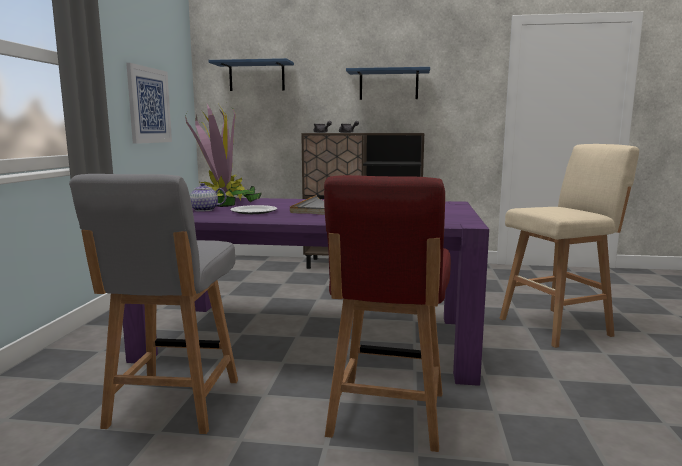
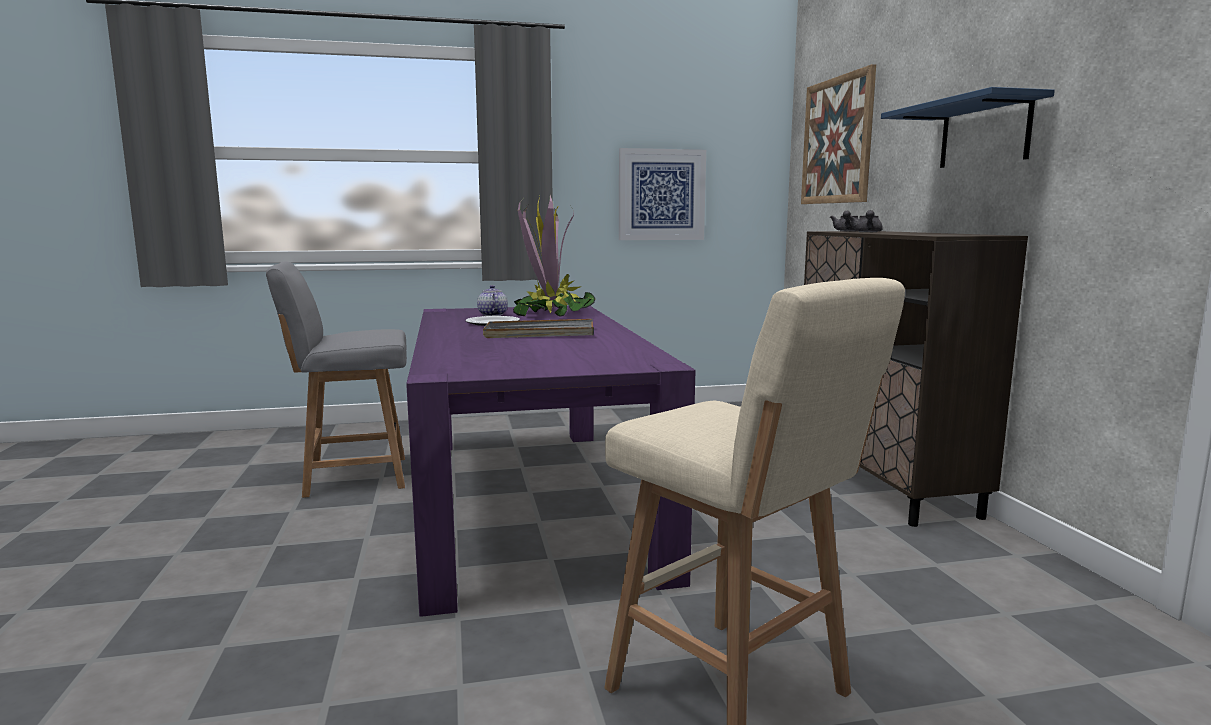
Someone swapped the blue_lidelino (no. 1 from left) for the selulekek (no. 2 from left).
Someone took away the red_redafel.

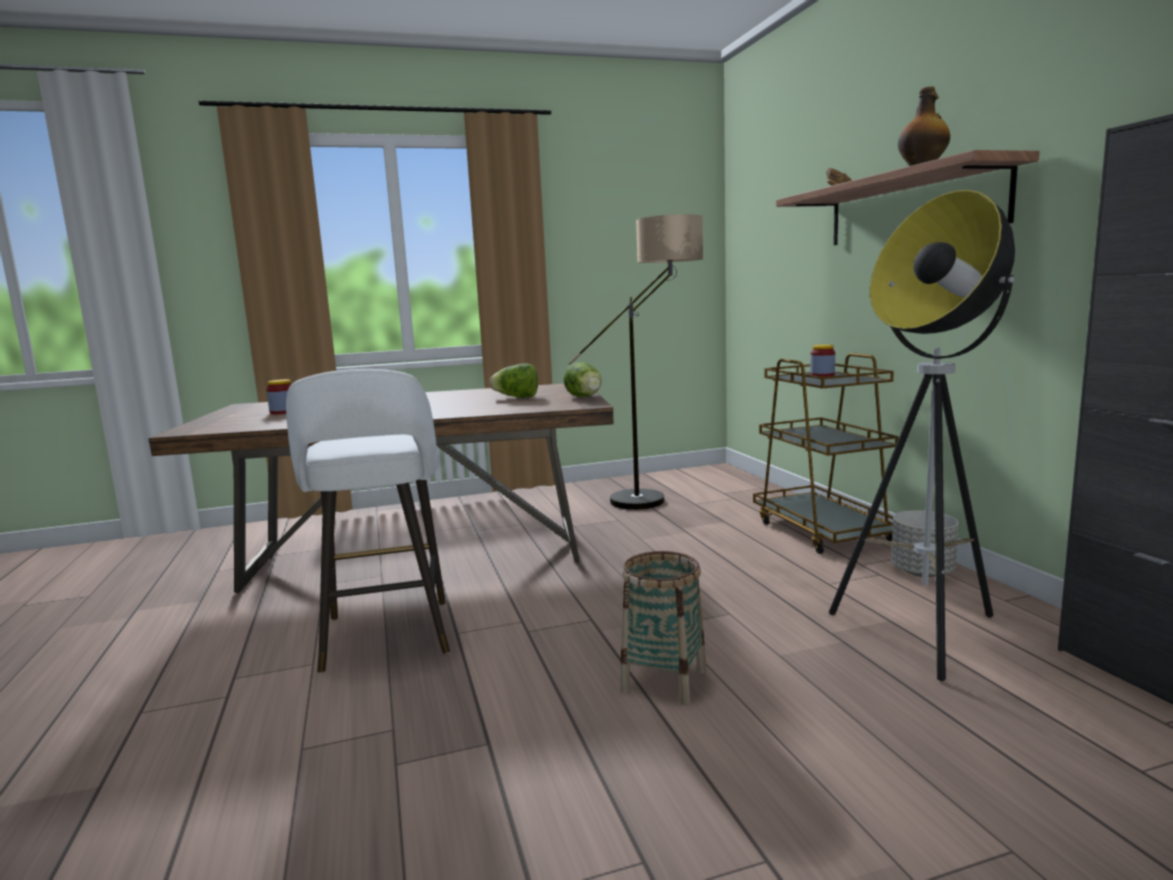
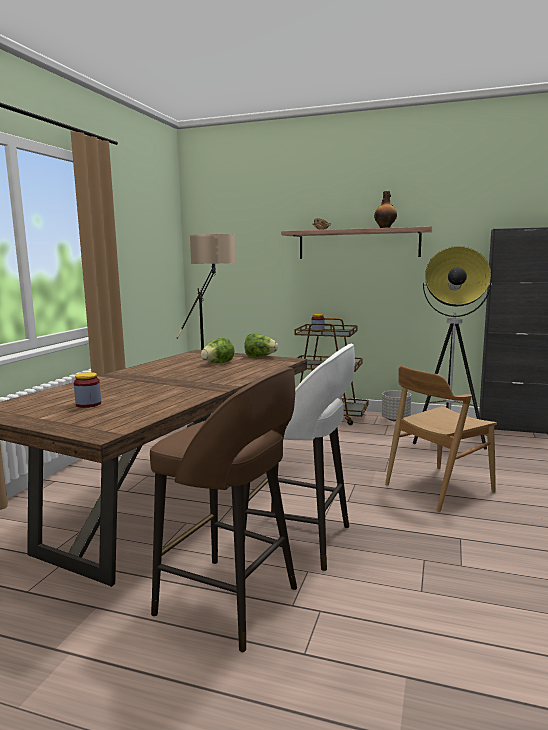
Someone swapped the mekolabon for the brown_redafel.
Someone put down the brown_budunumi.

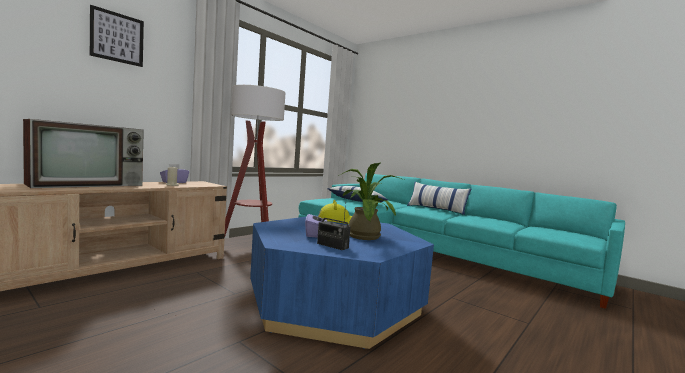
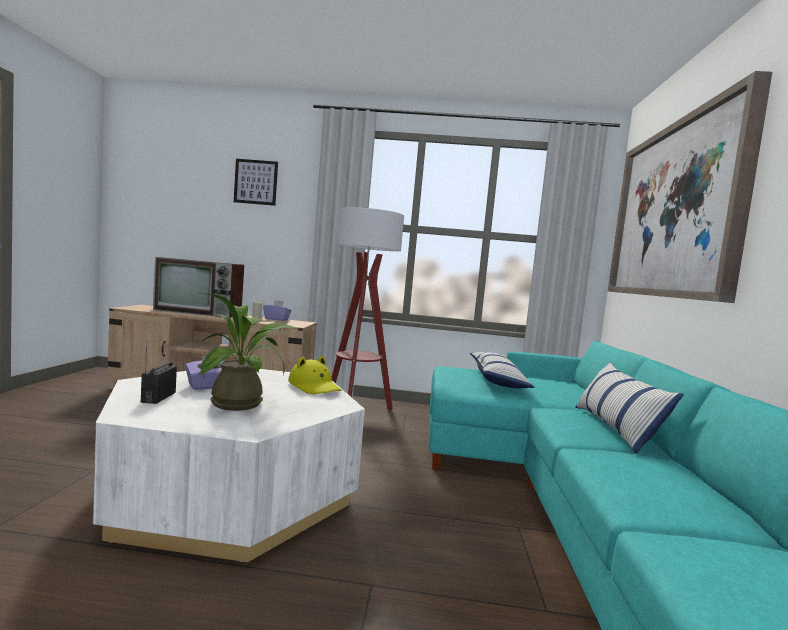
Someone repainted the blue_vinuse, which became the white_vinuse.
Someone put up the selulekek (no. 2 from left).

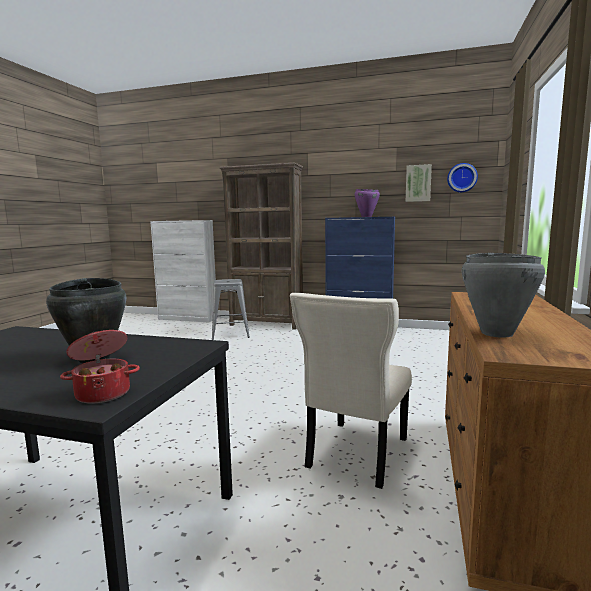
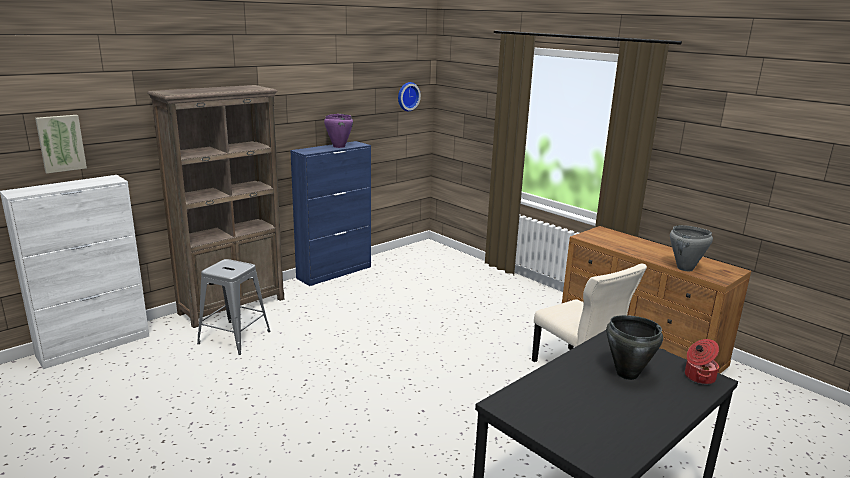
Someone carried the selulekek.

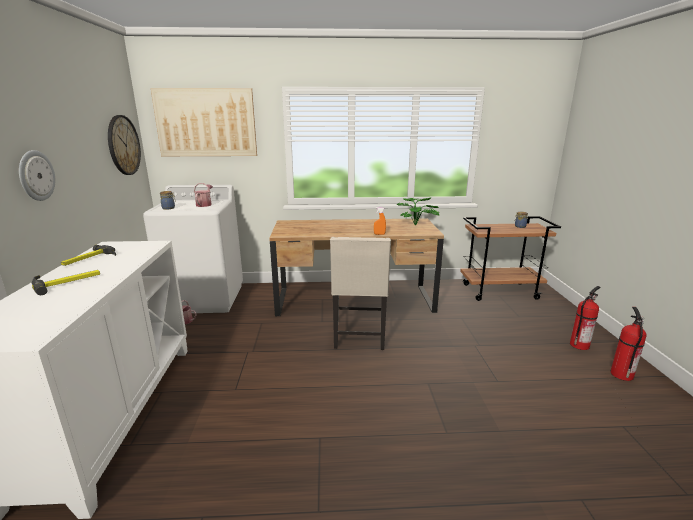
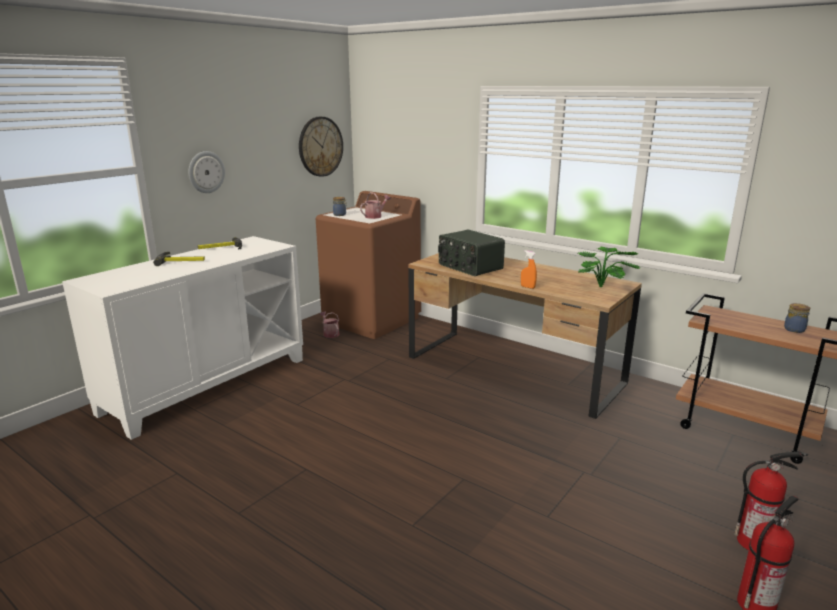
Someone took away the selulekek.
Someone repainted the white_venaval, which became the brown_venaval.
Someone took away the beige_redafel.
Someone put down the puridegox.

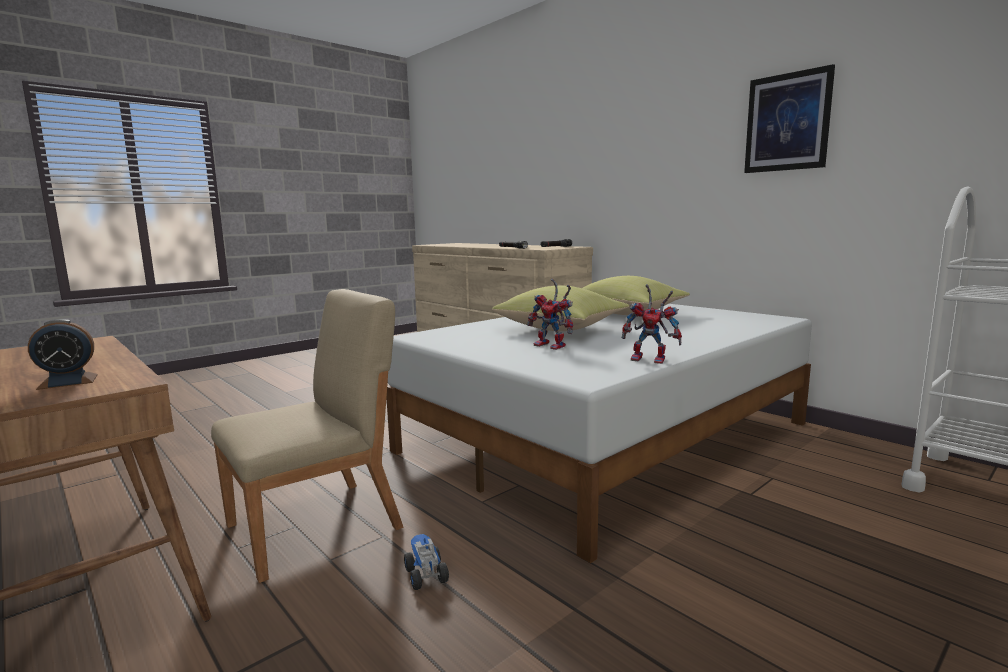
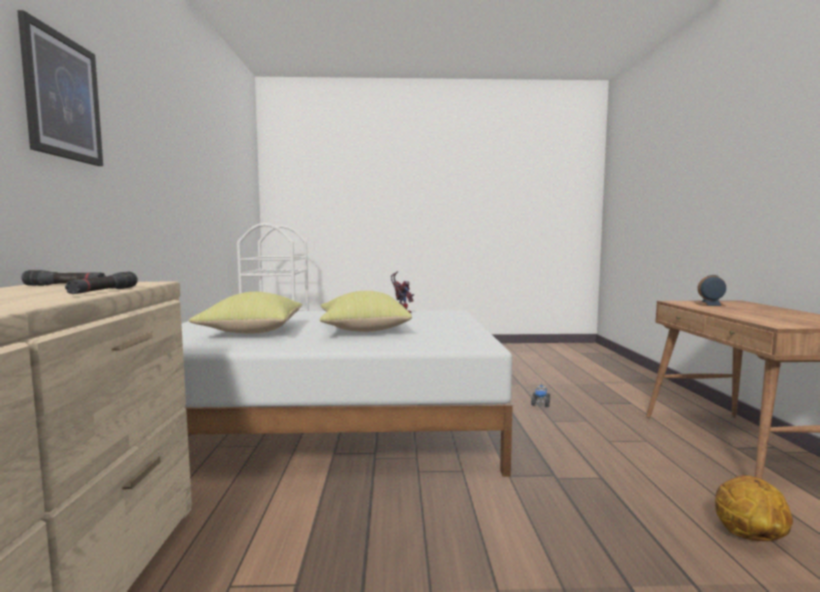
Someone carried the selulekek.
Someone took away the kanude (no. 1 from left).
Someone took away the beige_redafel.
Someone put down the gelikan.

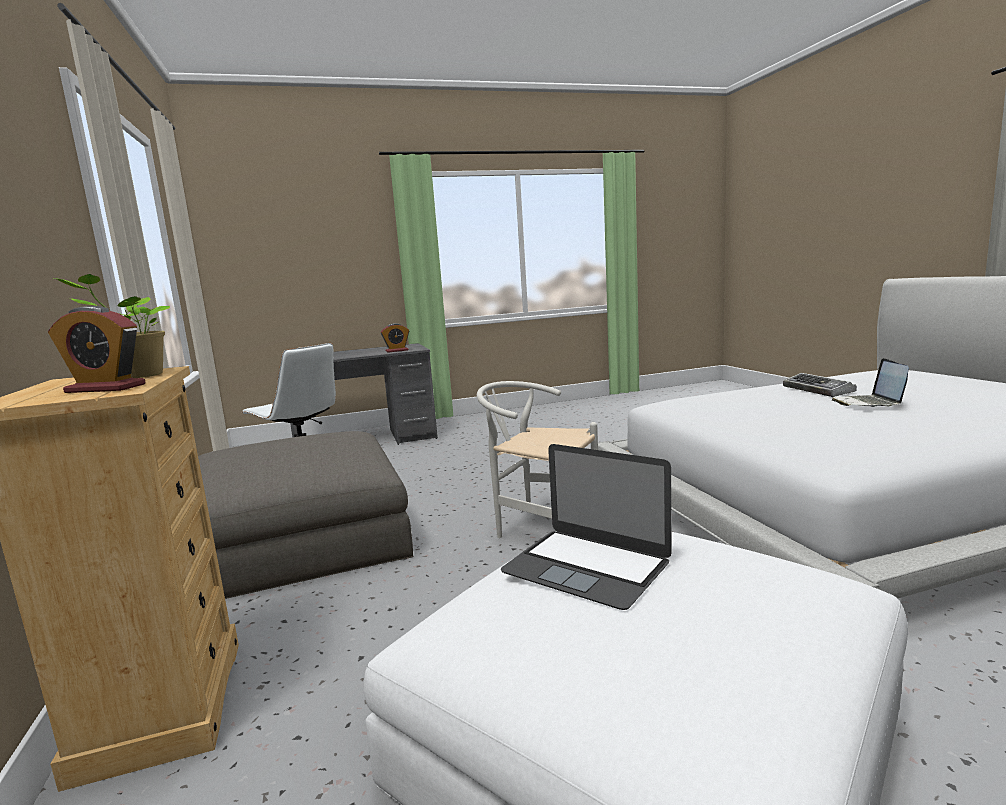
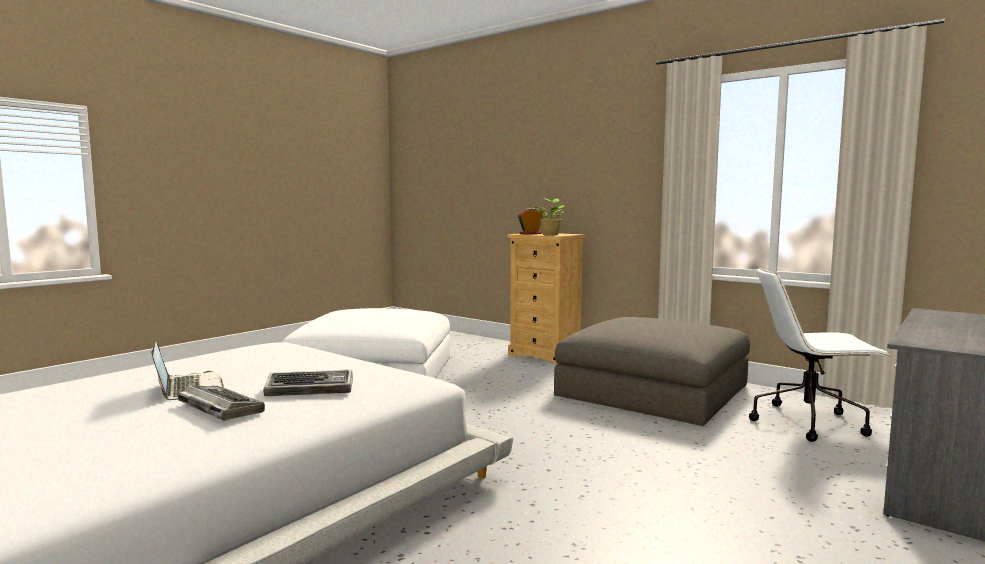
Someone took away the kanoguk (no. 2 from left).
Someone took away the white_redafel.
Someone took away the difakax (no. 1 from left).
Someone put down the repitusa (no. 2 from left).

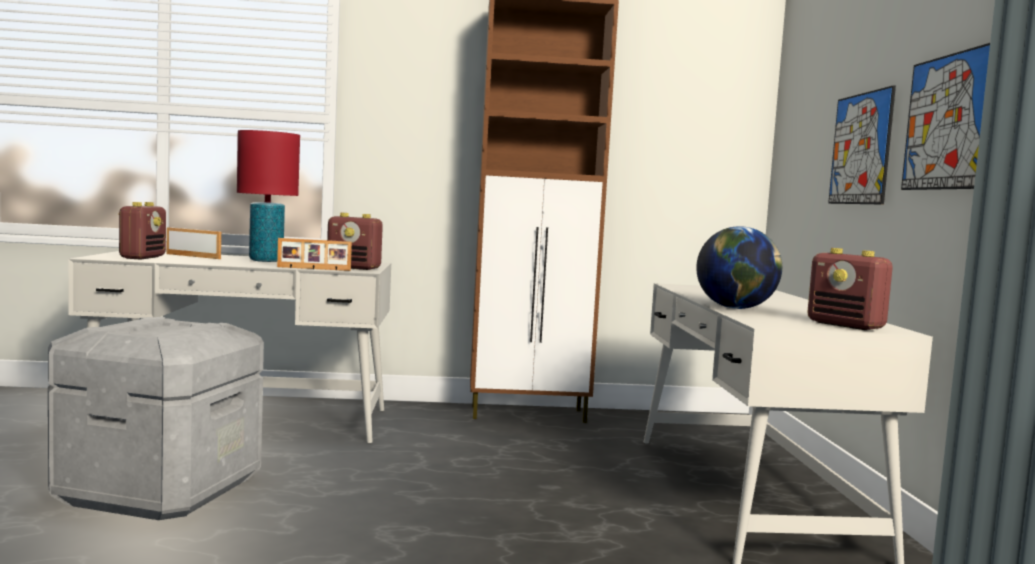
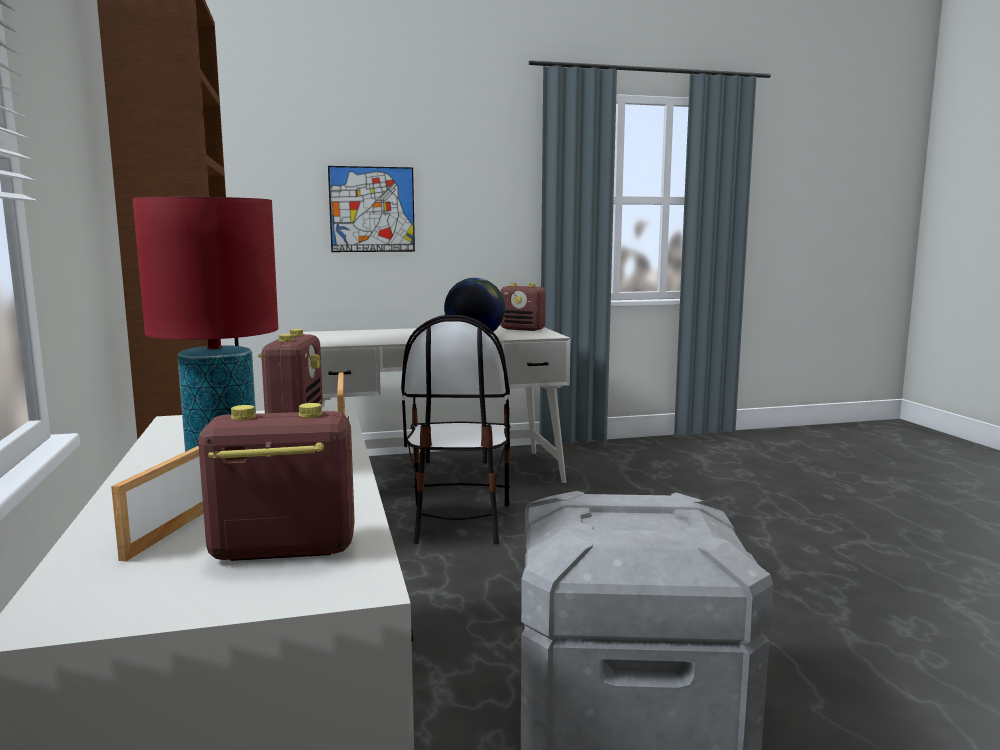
Someone took away the selulekek (no. 2 from left).
Someone rotated the puridegox (no. 3 from left) by 75 degrees clockwise.
Someone put down the redafel.

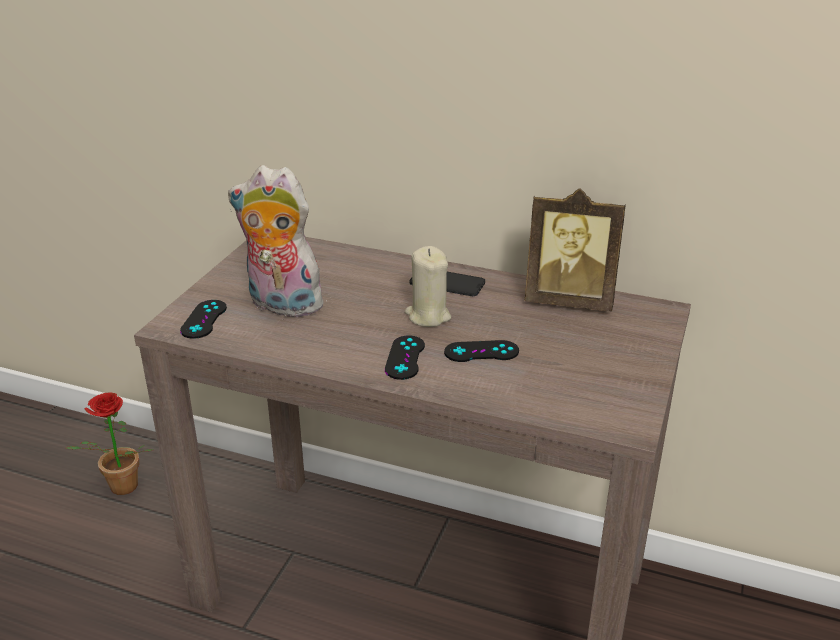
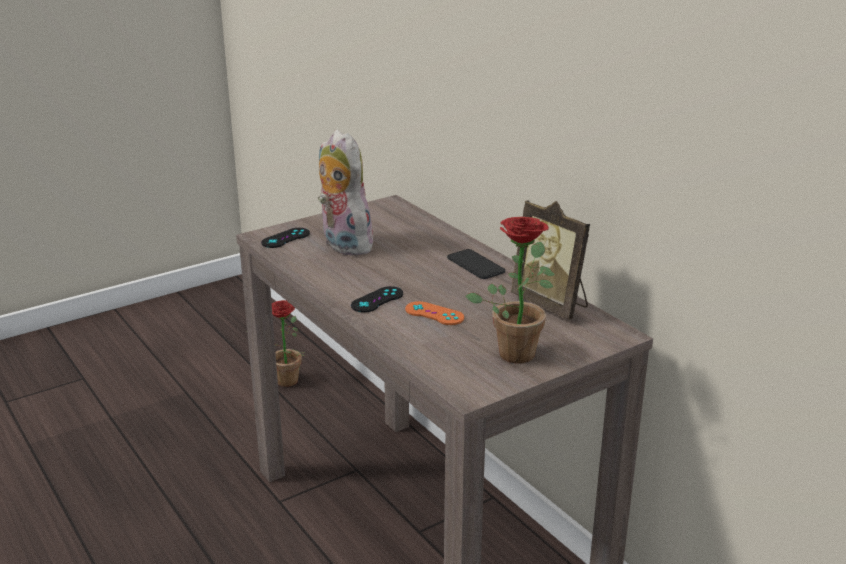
Someone took away the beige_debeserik.
Someone repainted the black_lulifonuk (no. 3 from left), which became the orange_lulifonuk.
Someone put down the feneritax (no. 2 from left).

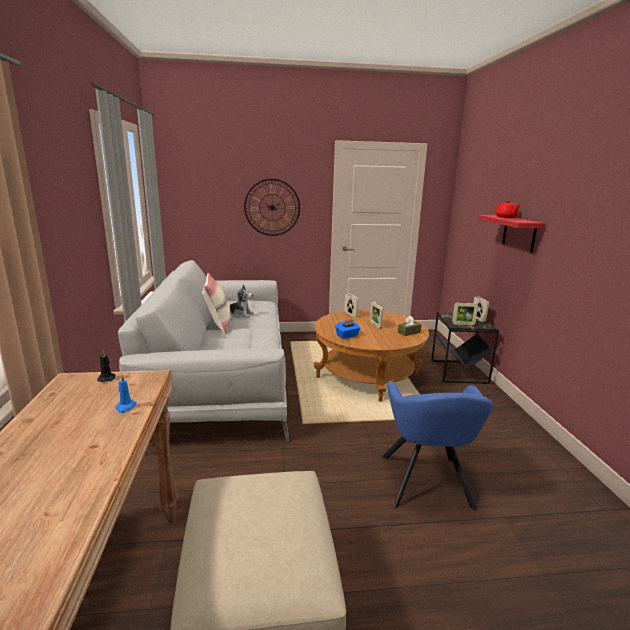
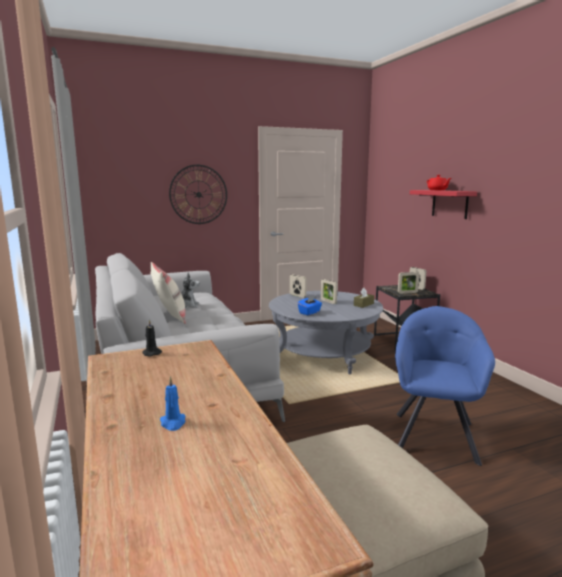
Someone repainted the brown_vinuse, which became the grey_vinuse.
Someone carried the blue_debeserik.
Someone rotated the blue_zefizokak by 150 degrees counterclockwise.

